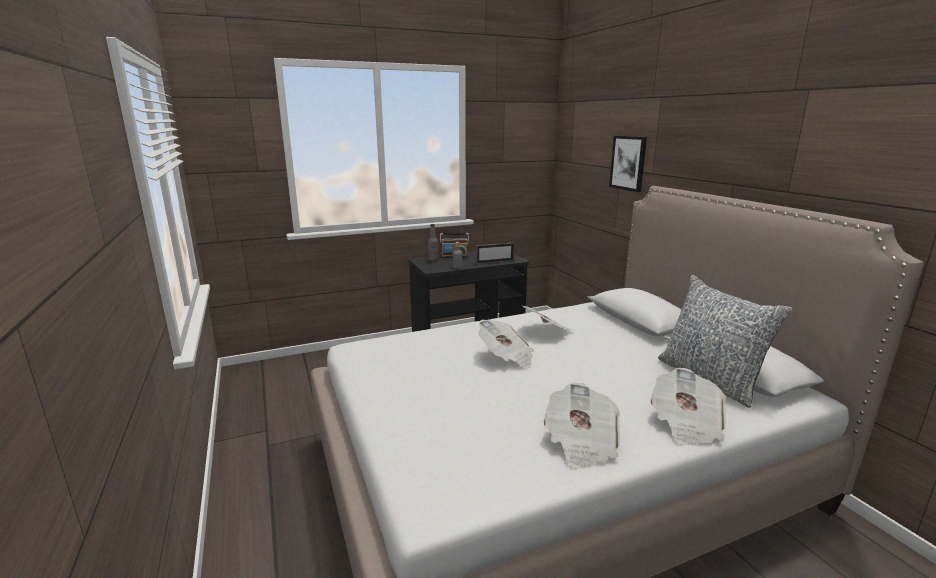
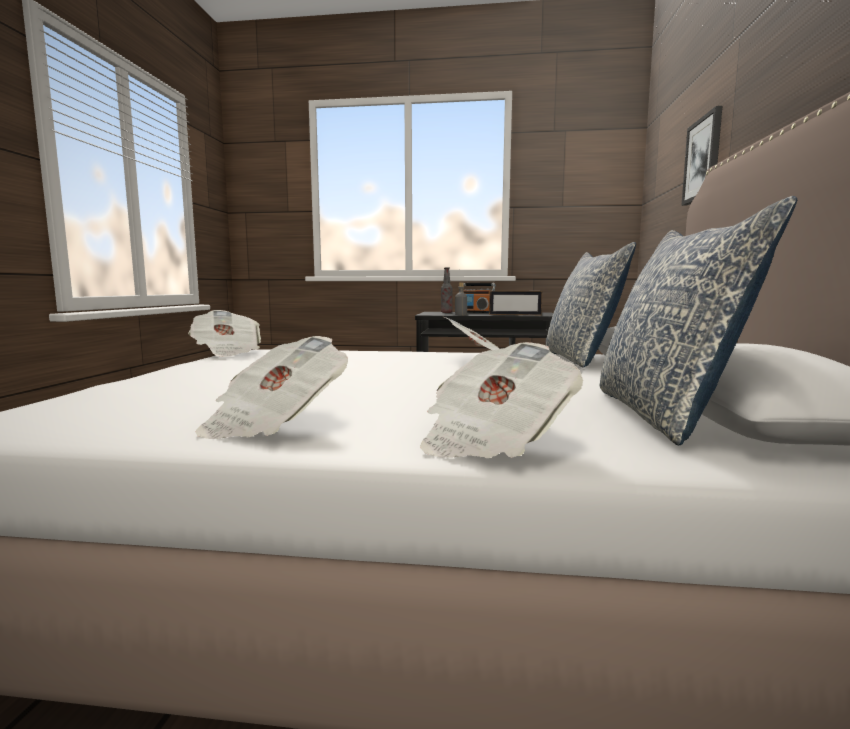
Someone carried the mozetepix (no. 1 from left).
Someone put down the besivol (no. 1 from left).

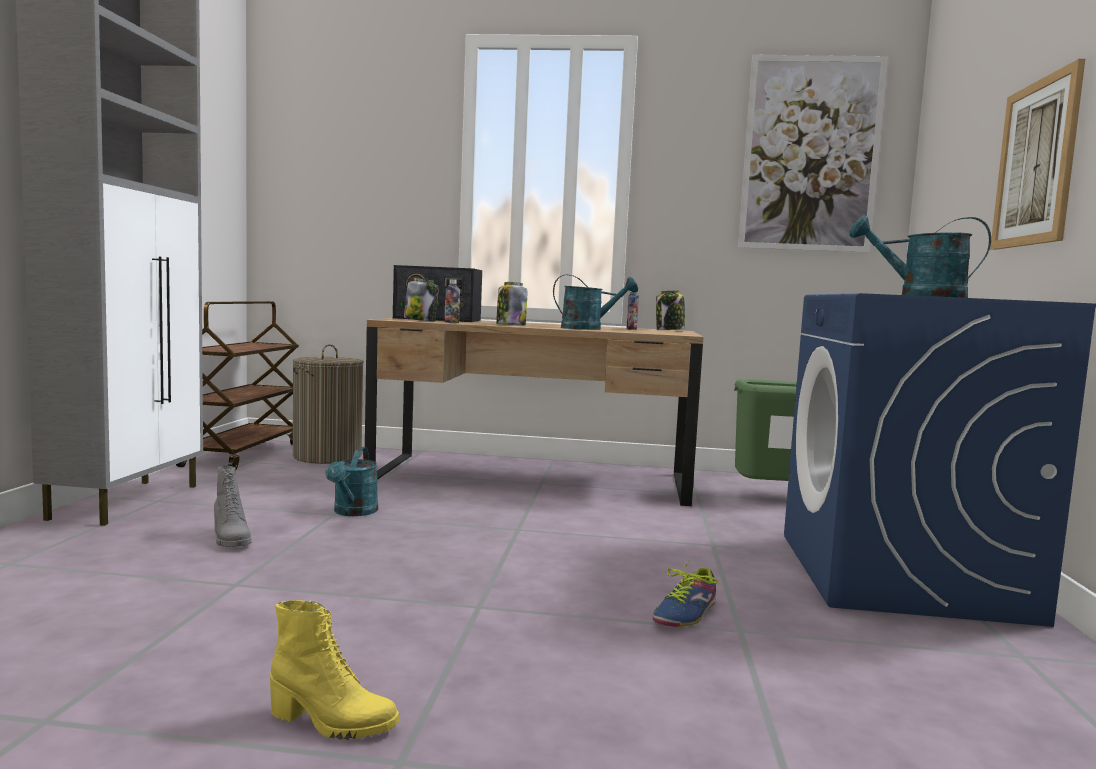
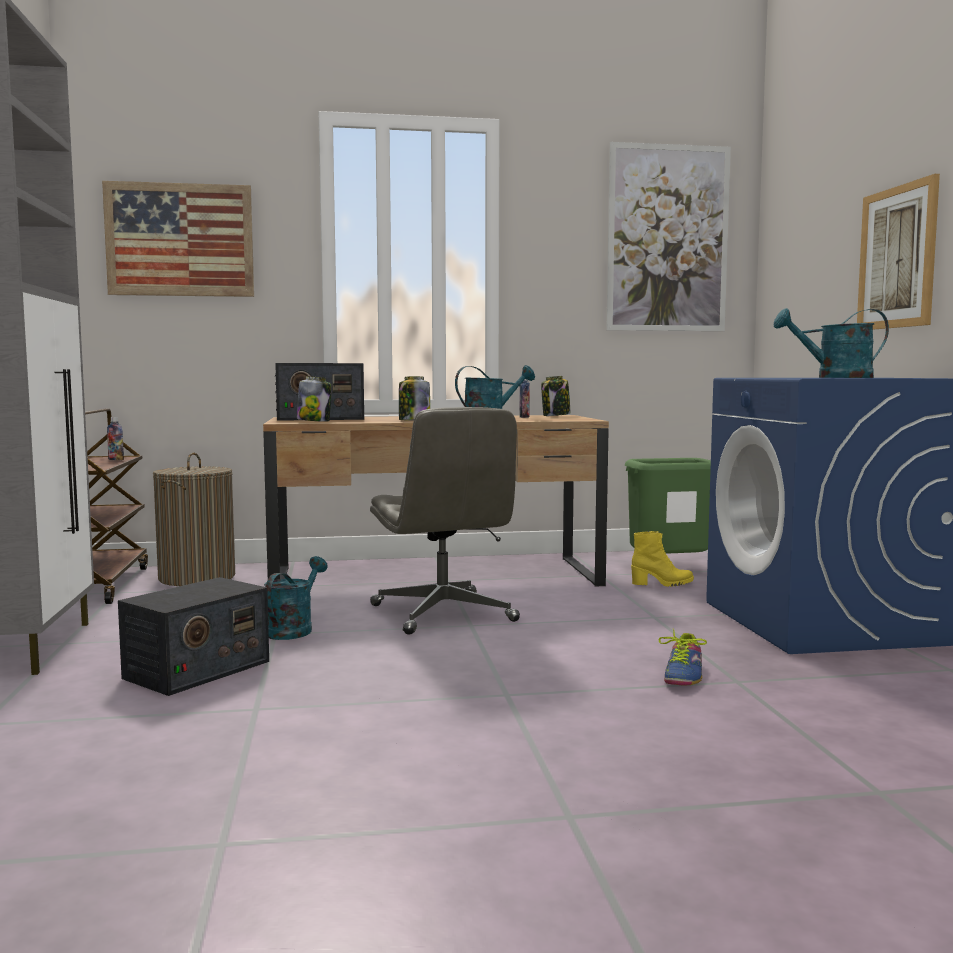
Someone carried the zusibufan (no. 1 from left).
Someone rotated the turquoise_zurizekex (no. 1 from left) by 150 degrees counterclockwise.
Someone swapped the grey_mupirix for the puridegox (no. 1 from left).
Someone carried the yellow_mupirix.
Someone put up the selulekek (no. 1 from left).
Someone put down the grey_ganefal.

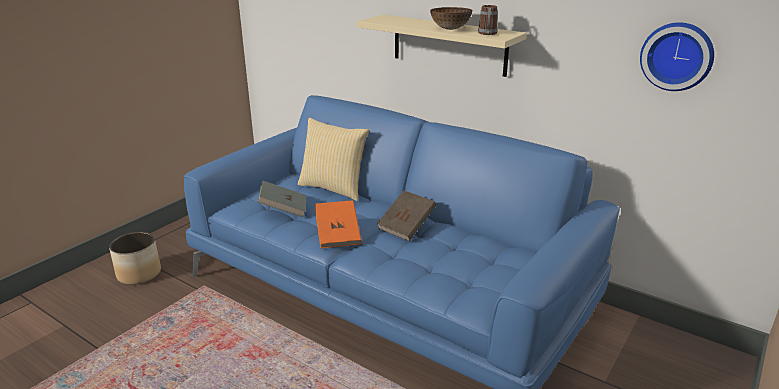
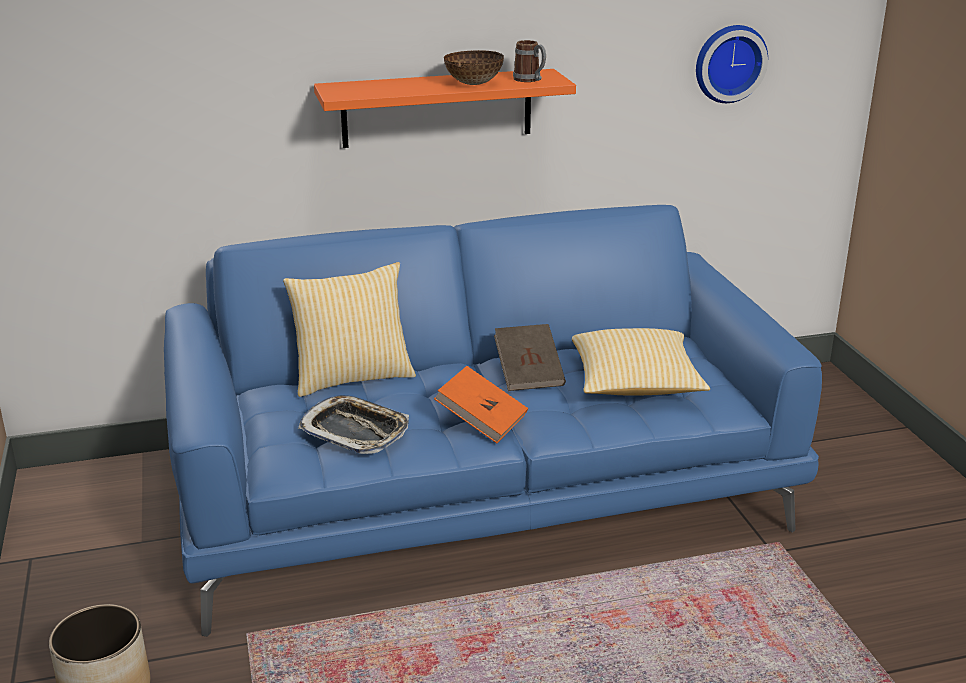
Someone repainted the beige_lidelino, which became the orange_lidelino.
Someone swapped the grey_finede for the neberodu.
Someone put down the besivol (no. 2 from left).

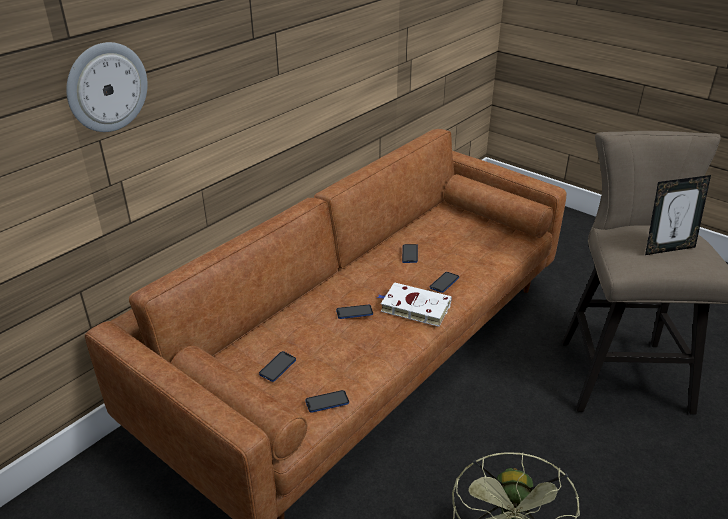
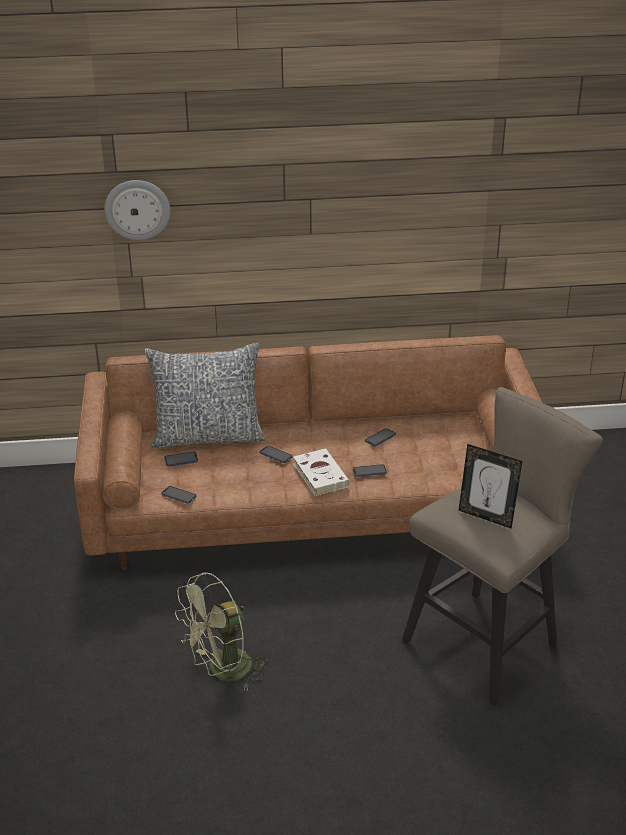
Someone put down the besivol.

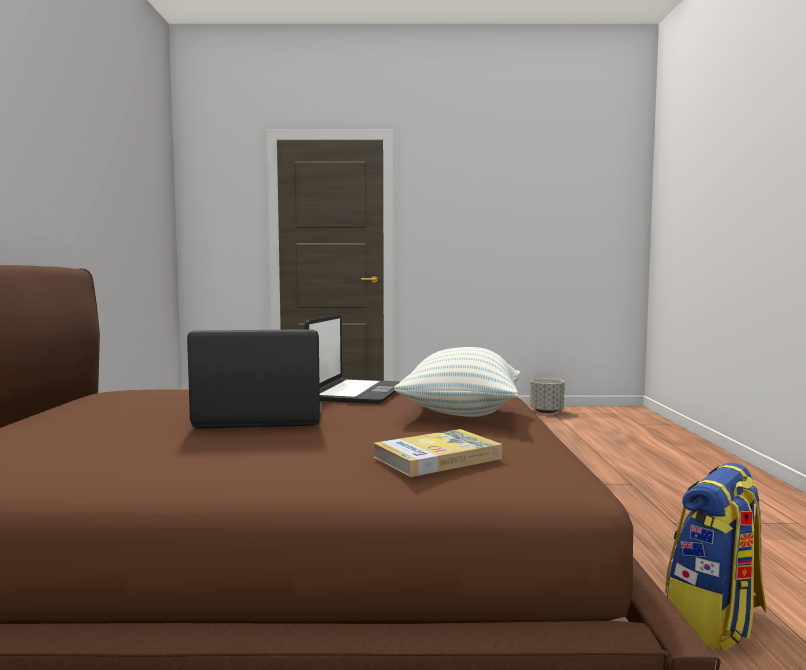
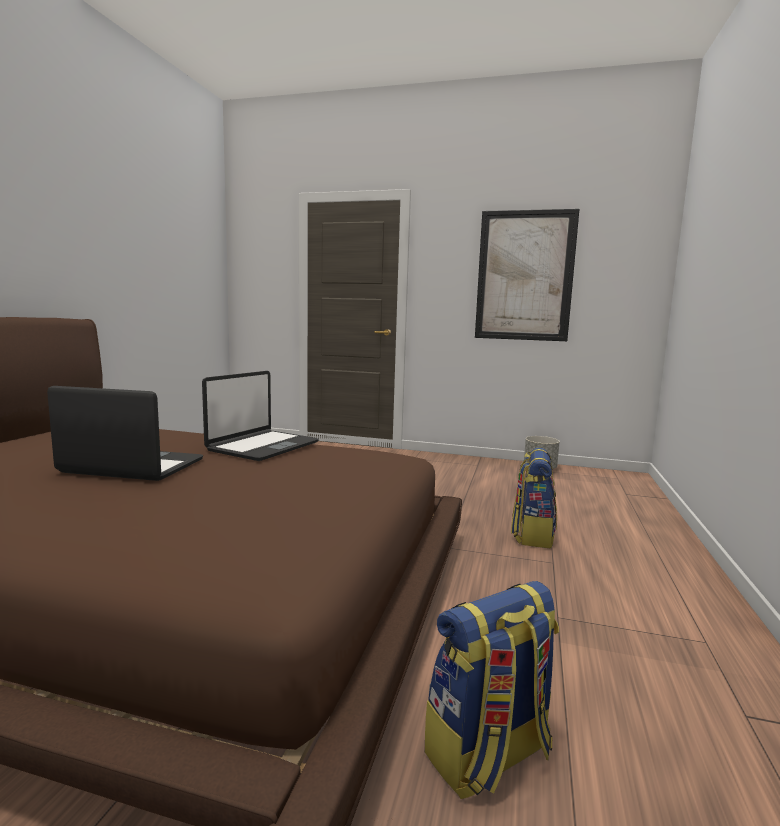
Someone took away the besivol.
Someone took away the finede.
Someone put up the selulekek.
Someone put down the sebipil (no. 2 from left).

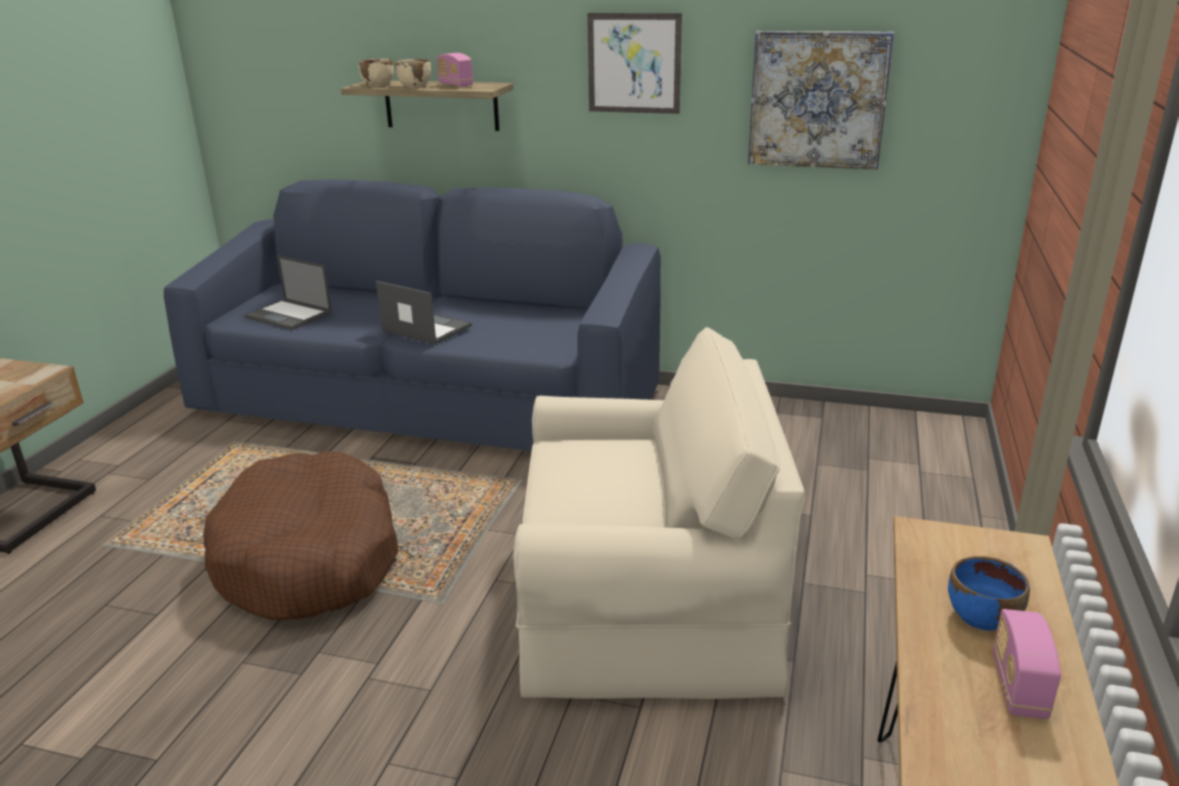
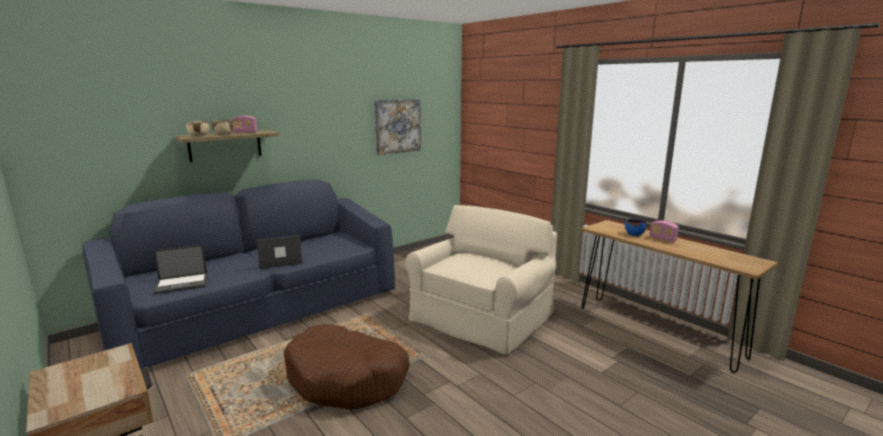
Someone took away the selulekek (no. 1 from left).

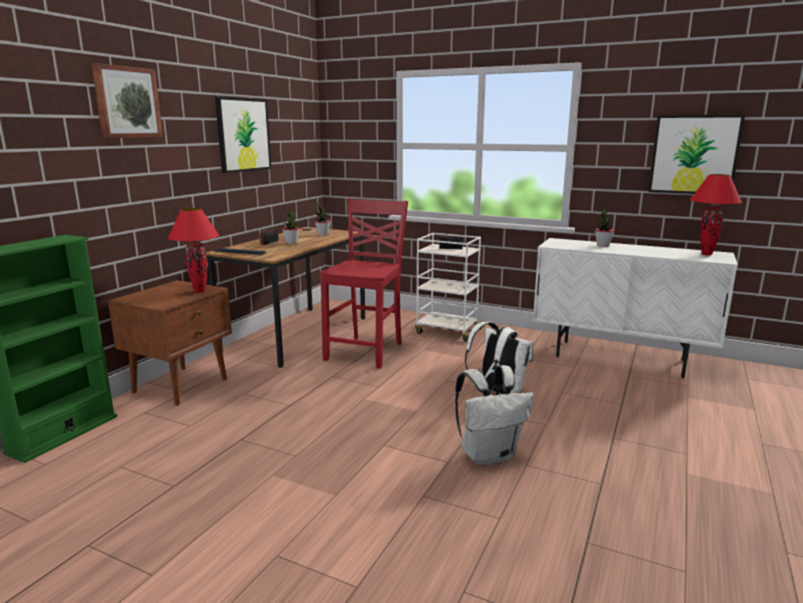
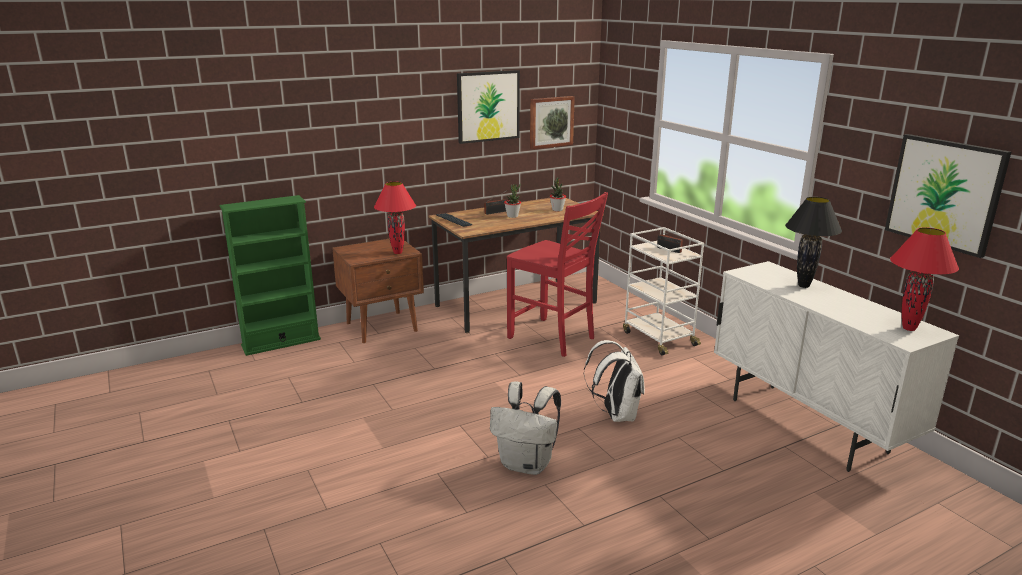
Someone carried the selulekek (no. 1 from left in the first image).
Someone rotated the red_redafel by 75 degrees clockwise.
Someone swapped the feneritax (no. 3 from left) for the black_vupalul.

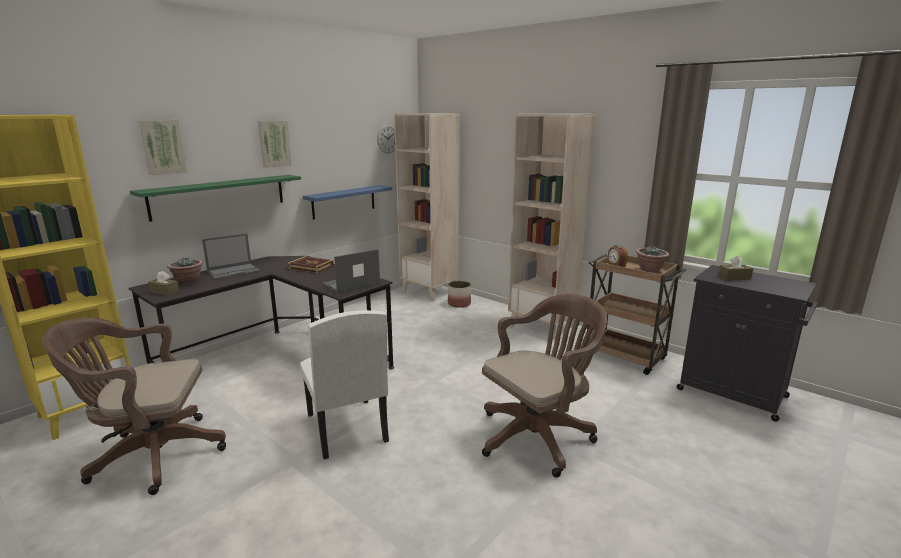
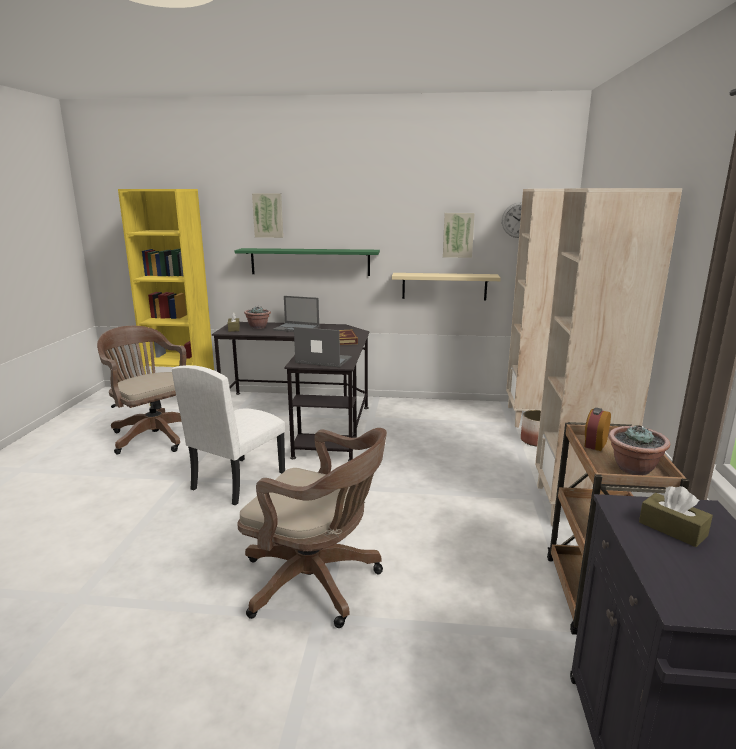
Someone carried the selulekek (no. 2 from left).
Someone repainted the blue_lidelino, which became the beige_lidelino.

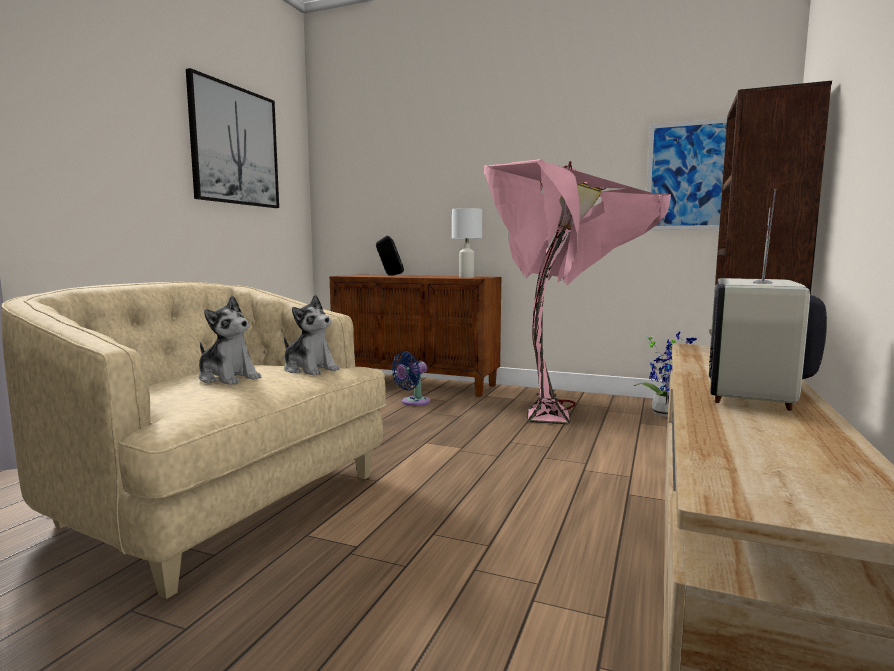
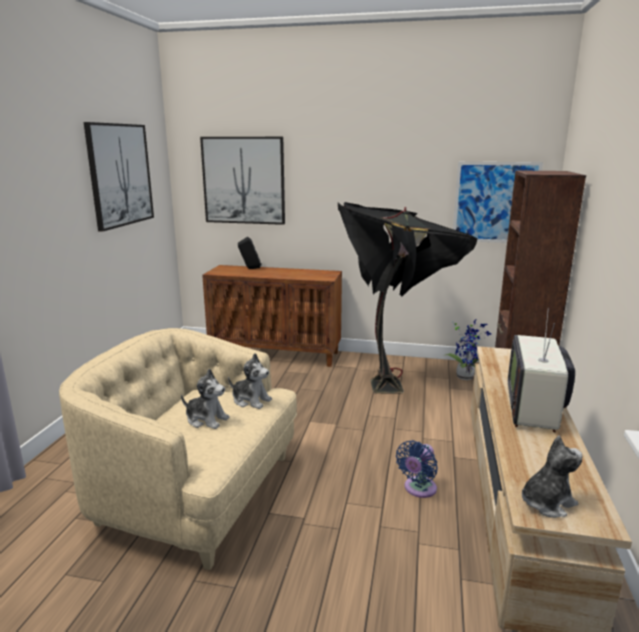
Someone repainted the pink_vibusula, which became the black_vibusula.
Someone took away the white_vupalul.
Someone carried the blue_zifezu.
Someone put up the selulekek (no. 2 from left).
Someone put down the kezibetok (no. 3 from left).

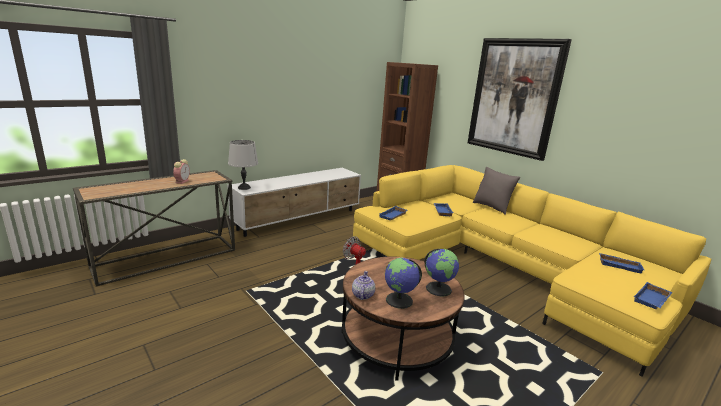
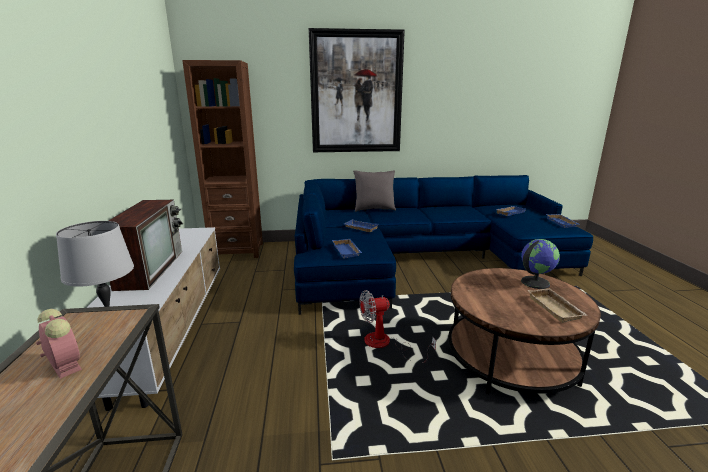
Someone repainted the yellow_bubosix, which became the blue_bubosix.
Someone swapped the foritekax (no. 1 from left) for the beige_neberodu.
Someone took away the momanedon.
Someone put down the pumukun.

